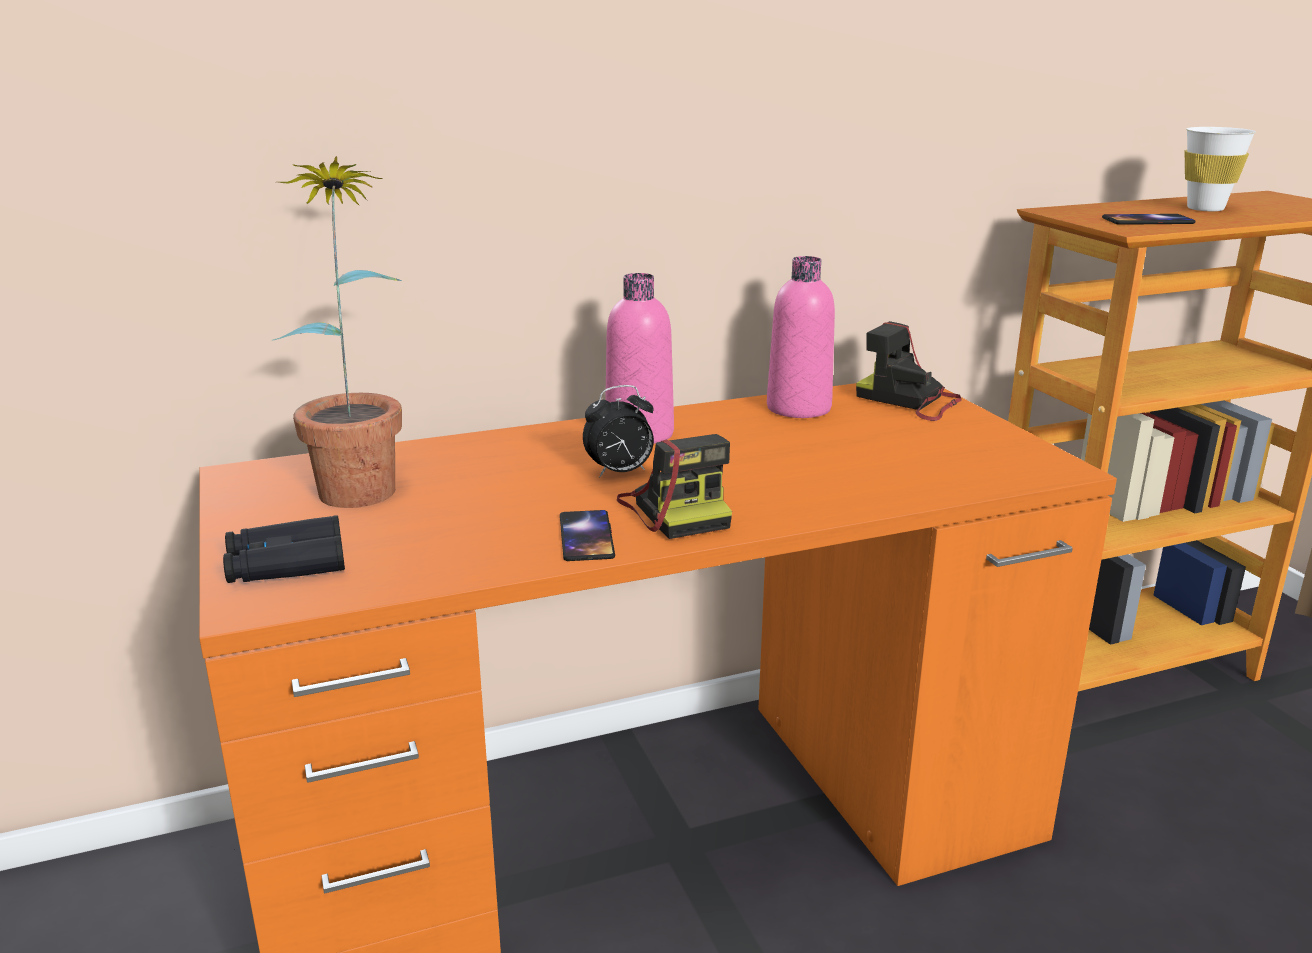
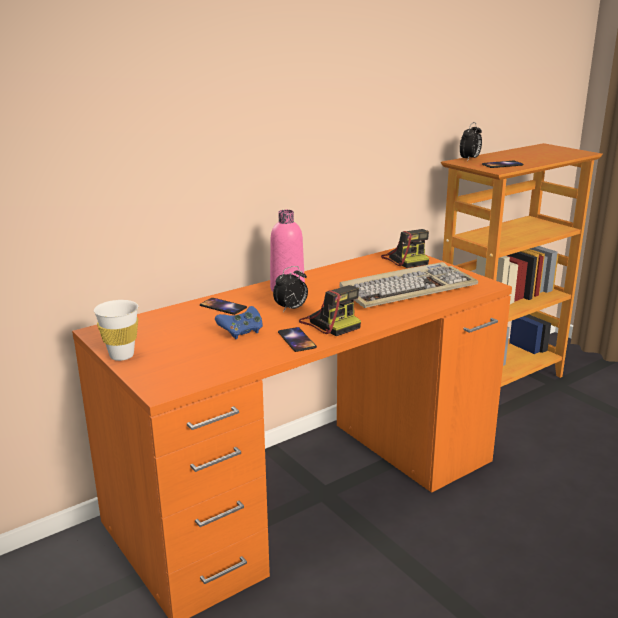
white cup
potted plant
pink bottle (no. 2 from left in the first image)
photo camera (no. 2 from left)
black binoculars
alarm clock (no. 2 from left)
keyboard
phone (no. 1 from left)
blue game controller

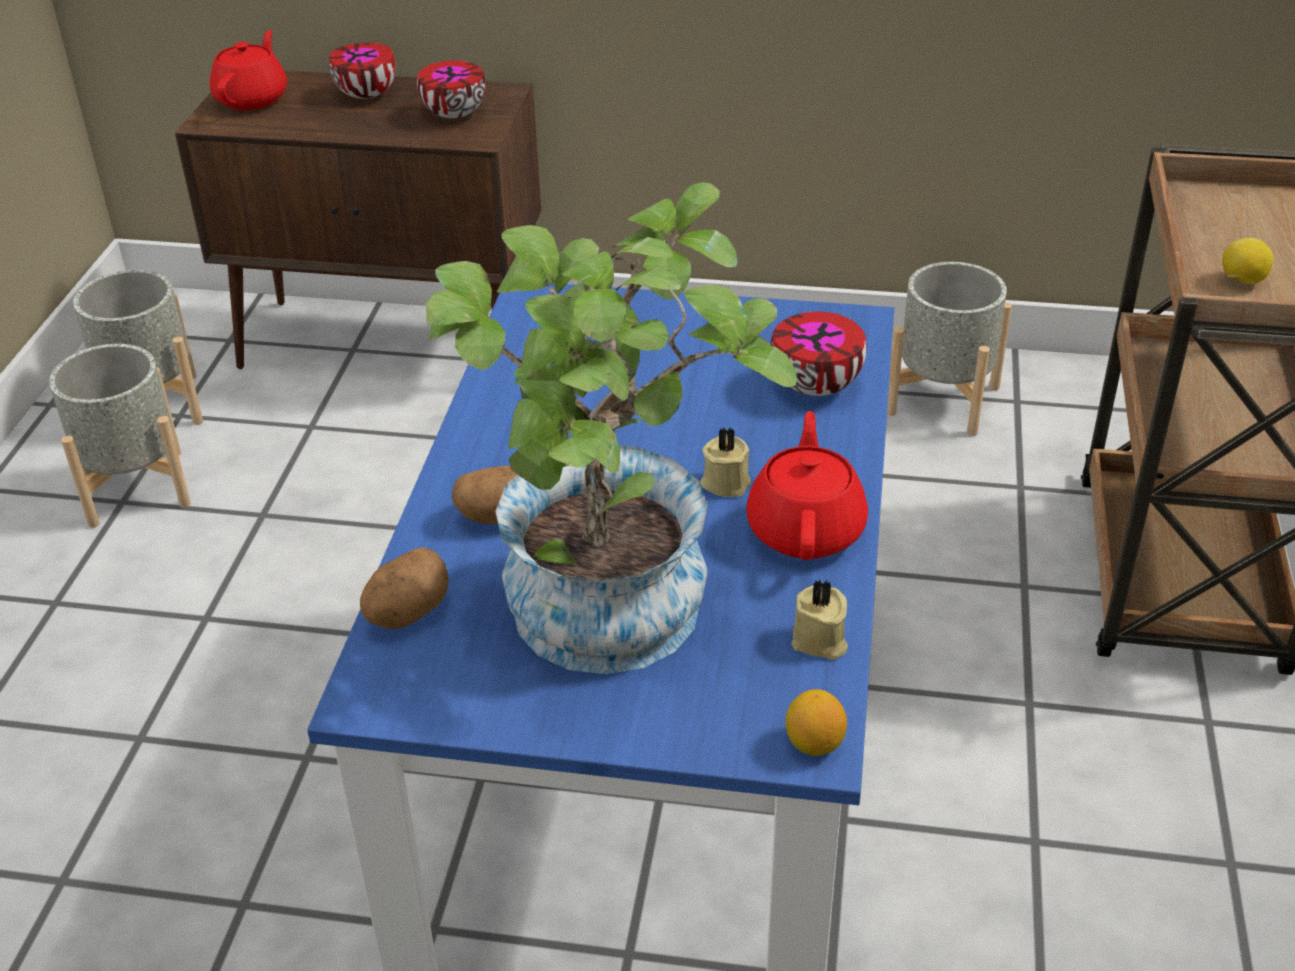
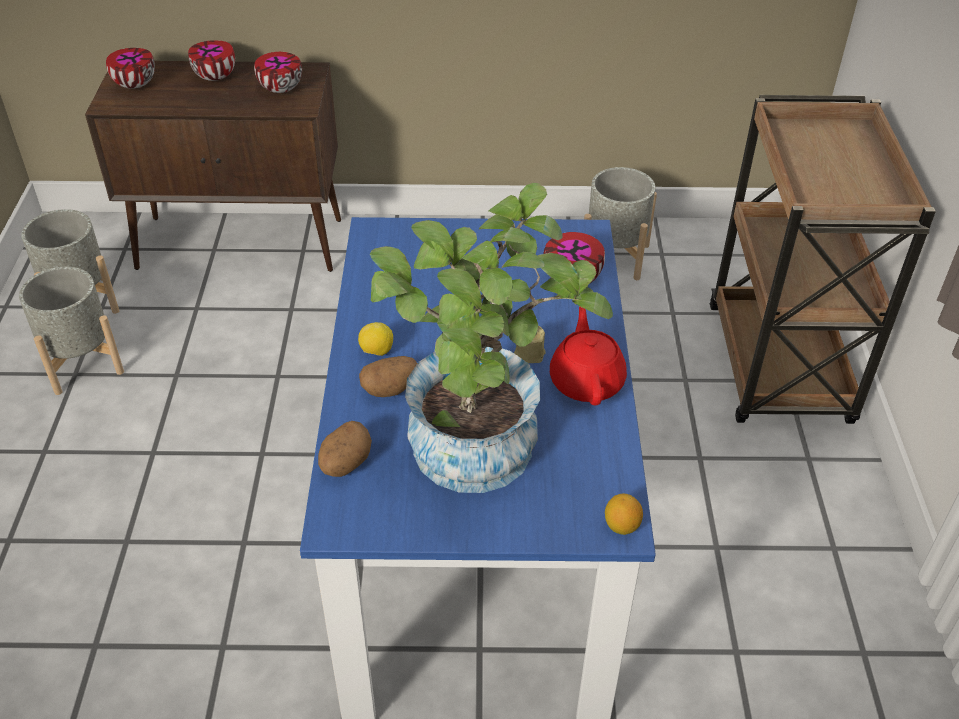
bowl (no. 1 from left)
lemon (no. 1 from left)
beige candle (no. 2 from left in the first image)

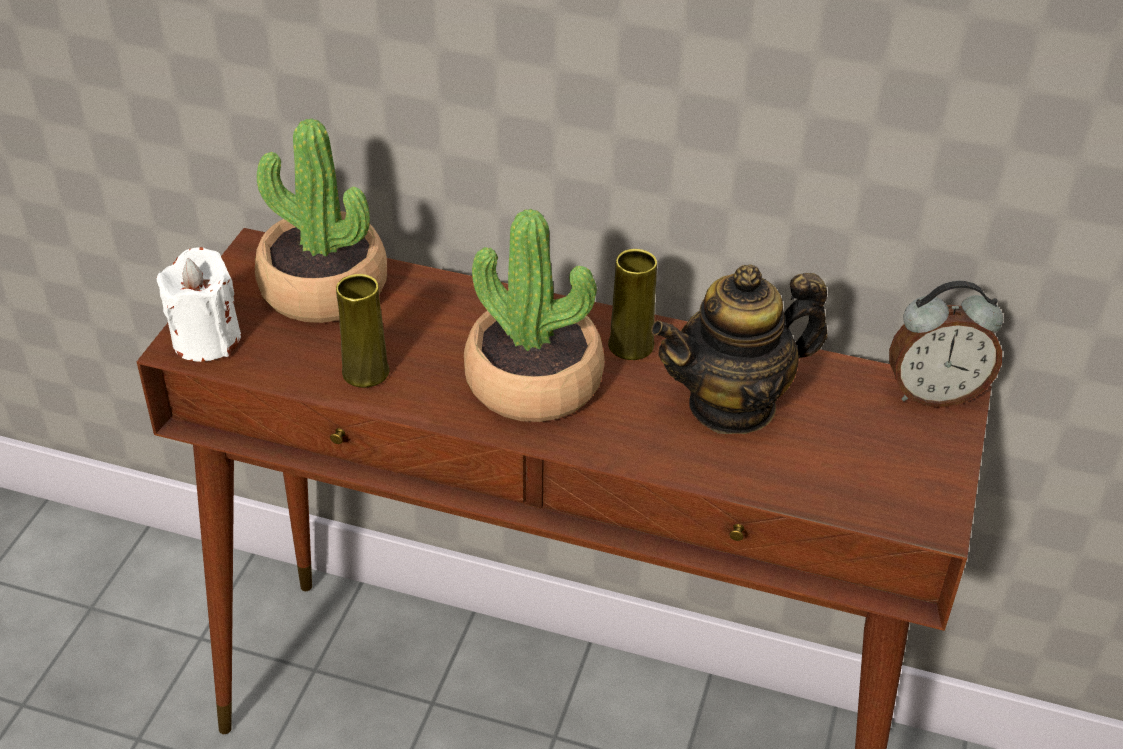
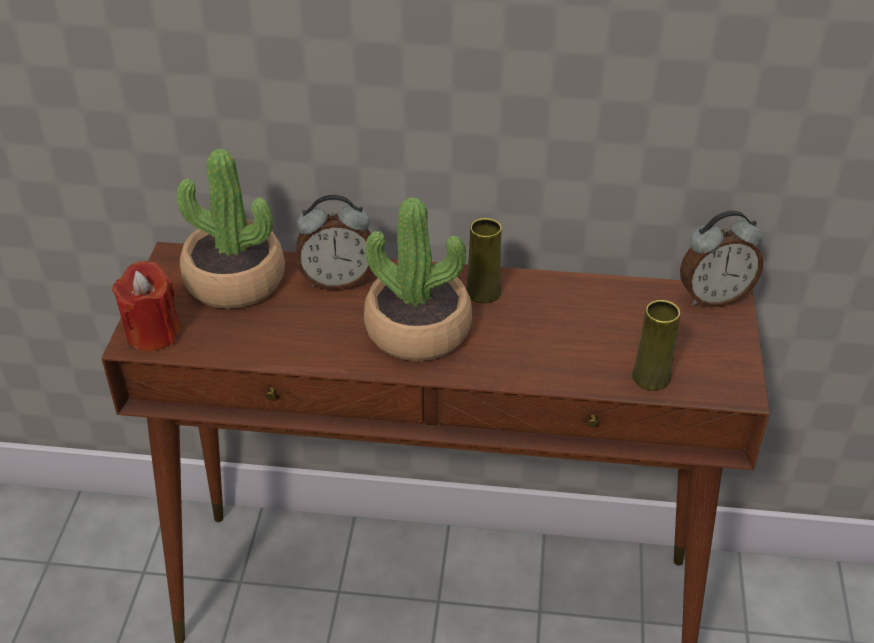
red candle
teapot
yellow vase (no. 2 from left)
alarm clock (no. 1 from left)

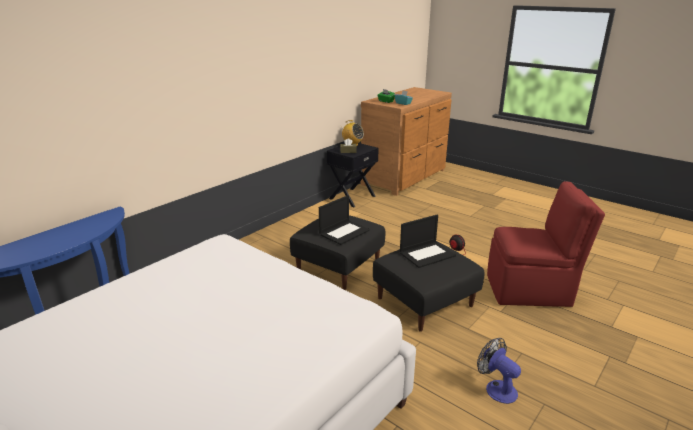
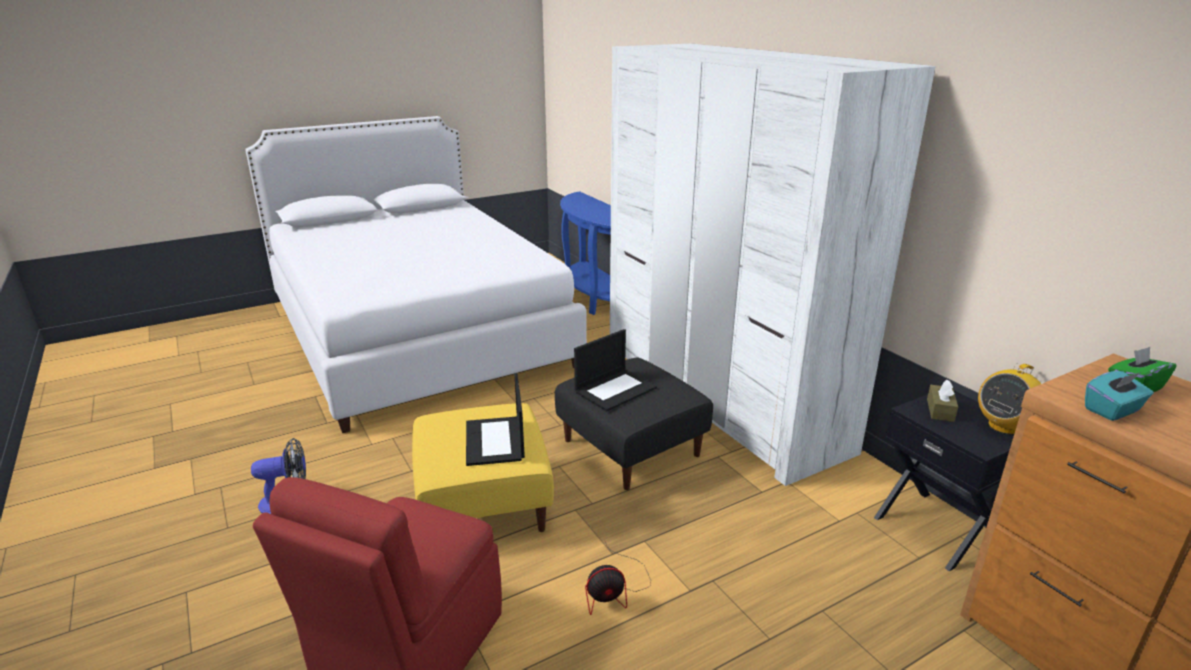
laptop (no. 2 from left)
yellow ottoman
white wardrobe

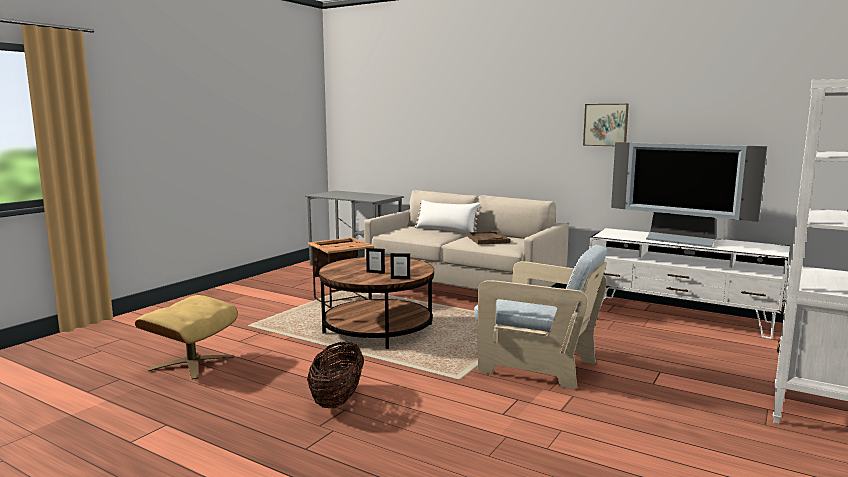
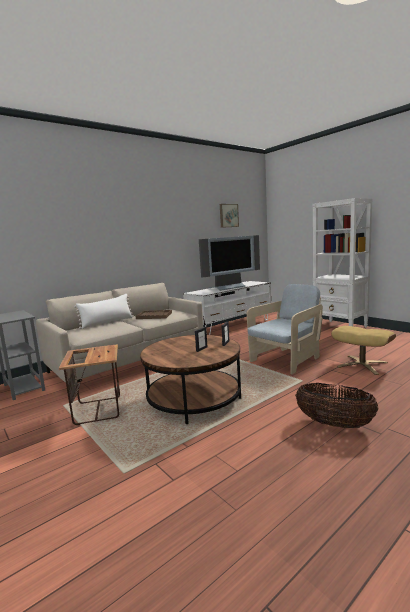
picture
beige ottoman

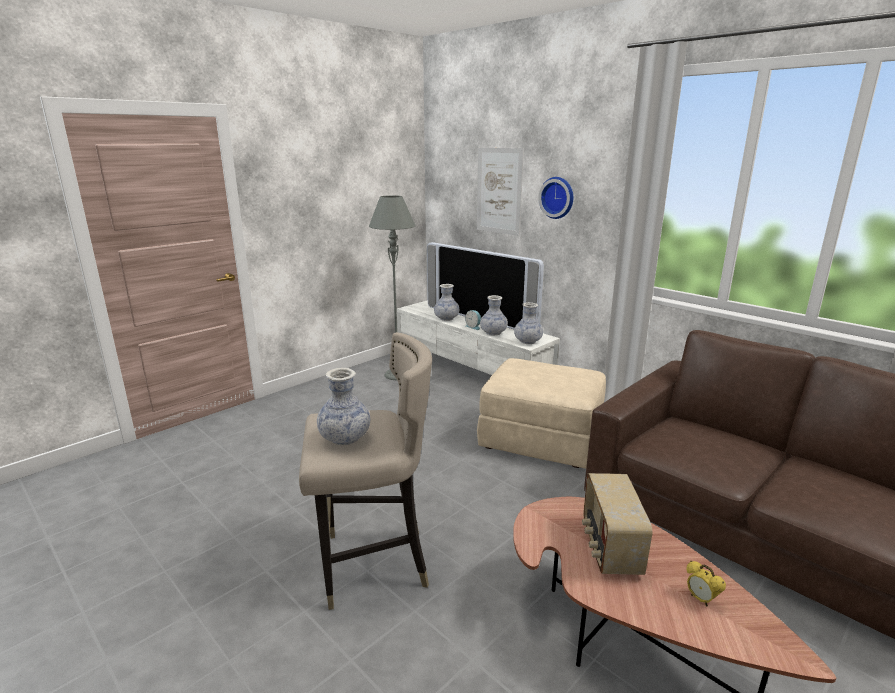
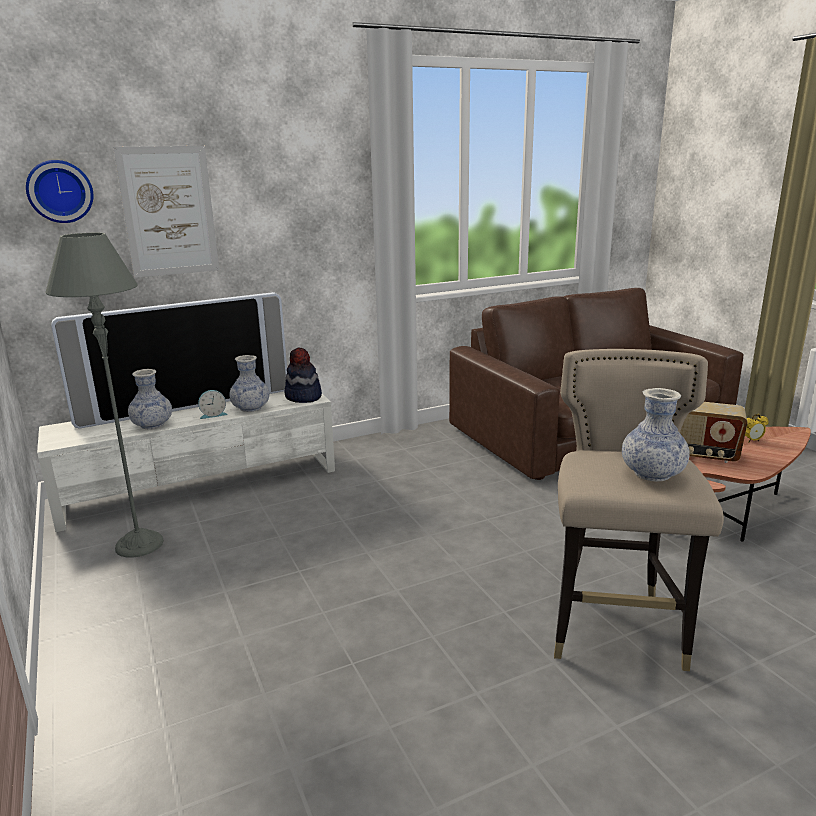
wall clock
hat
beige ottoman

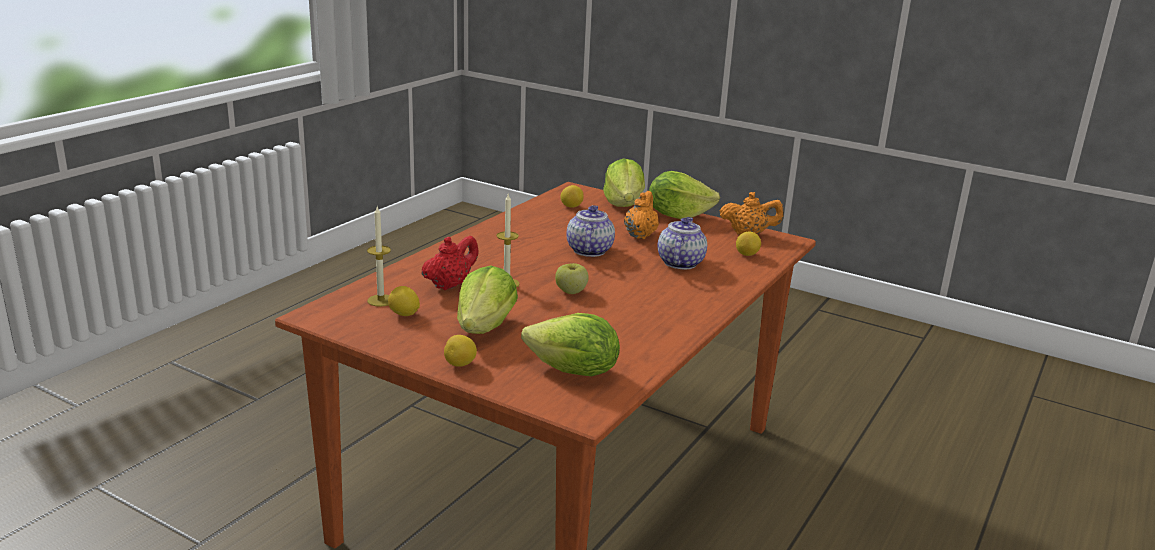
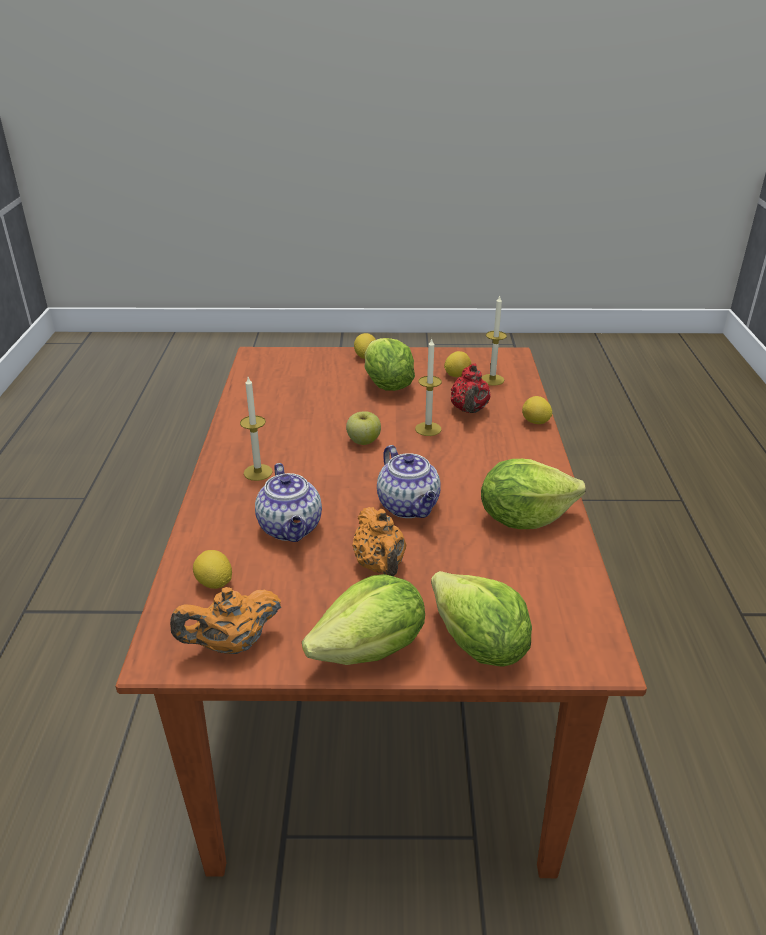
lemon (no. 4 from left)
lettuce (no. 4 from left)
candle (no. 1 from left)

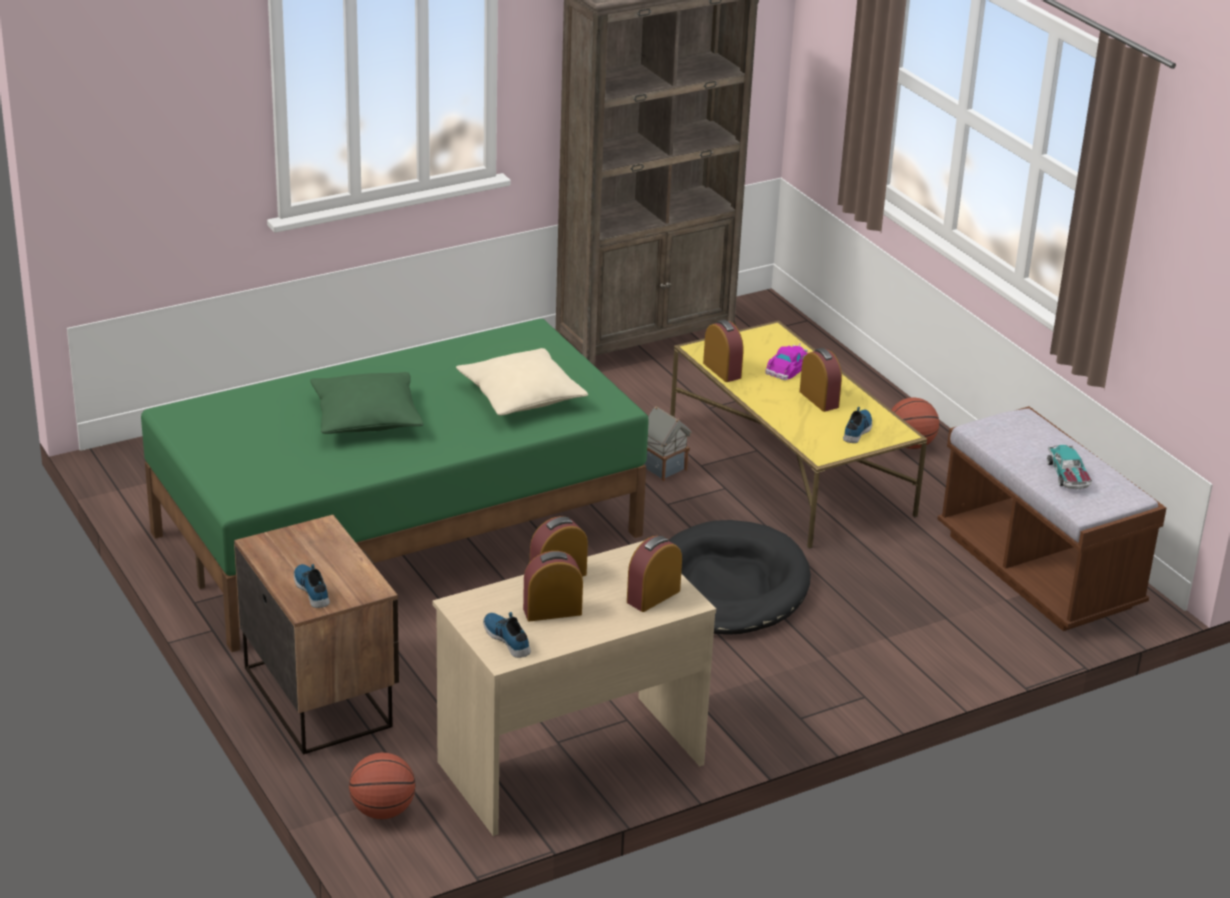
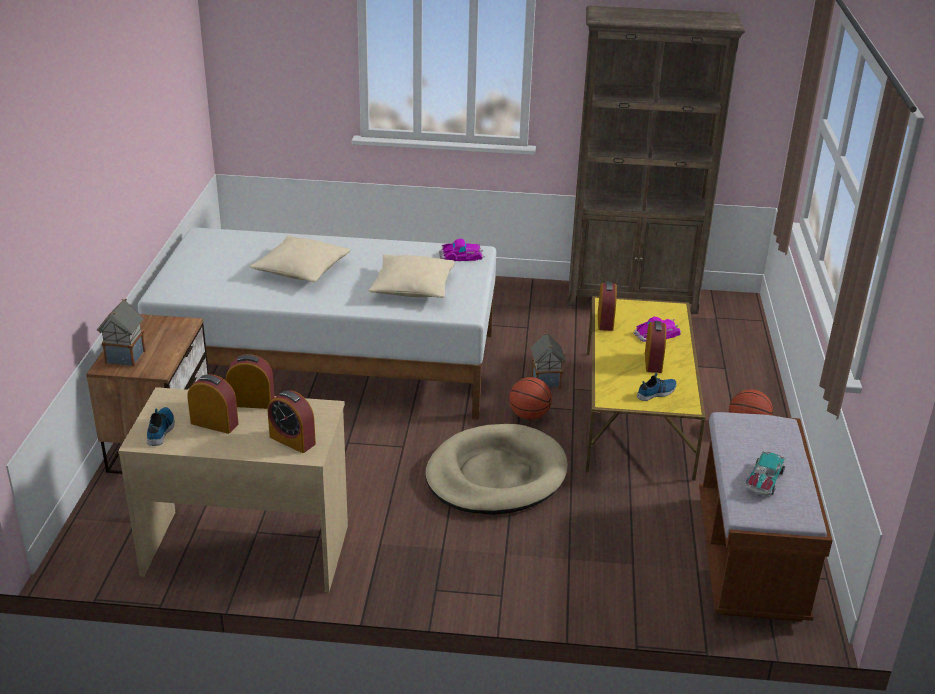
white bed
beige pillow (no. 1 from left)
beige dog bed
alarm clock (no. 3 from left)
toy house (no. 1 from left)
basketball (no. 1 from left)
toy car (no. 1 from left)

